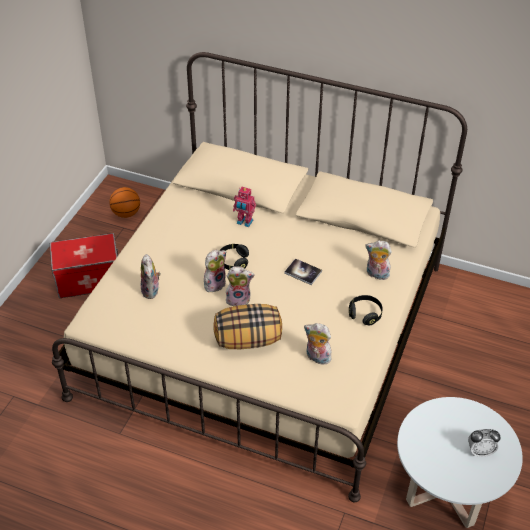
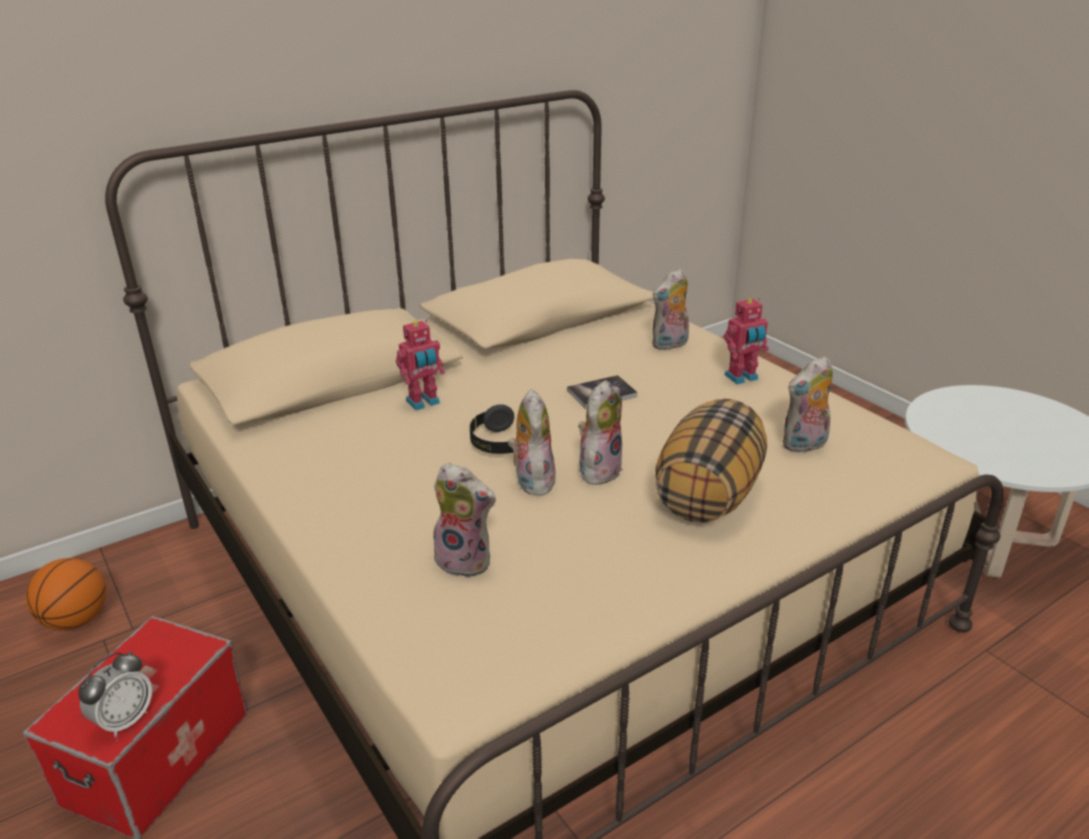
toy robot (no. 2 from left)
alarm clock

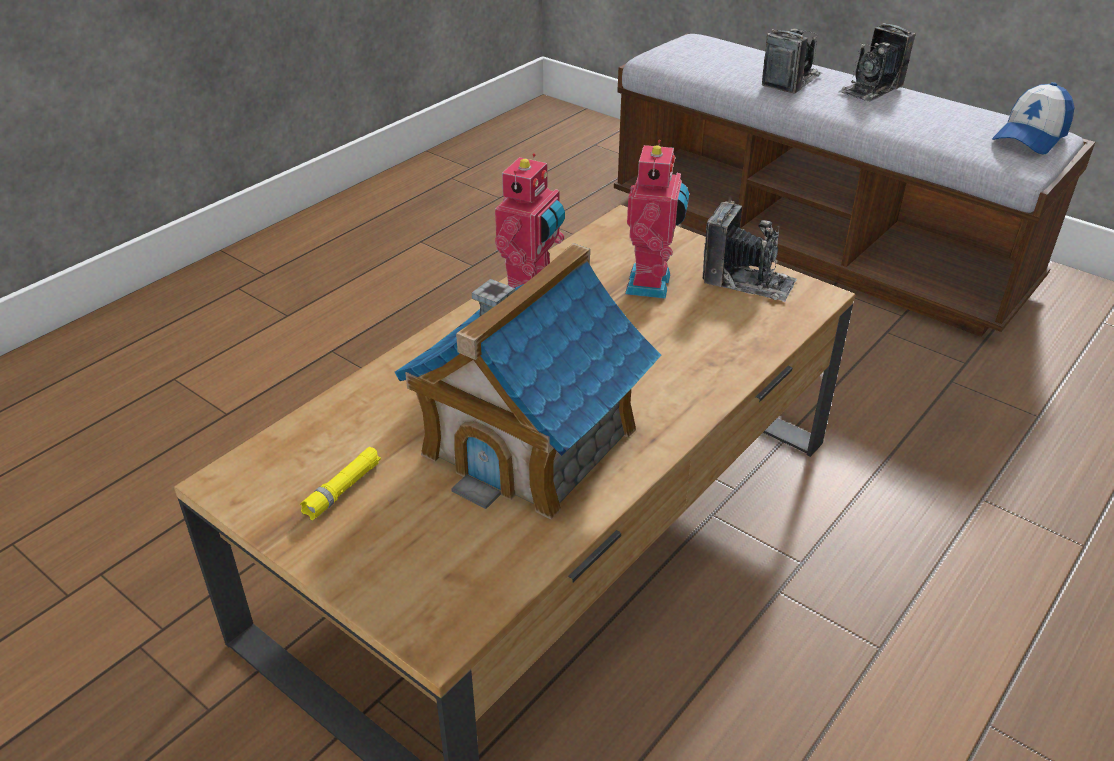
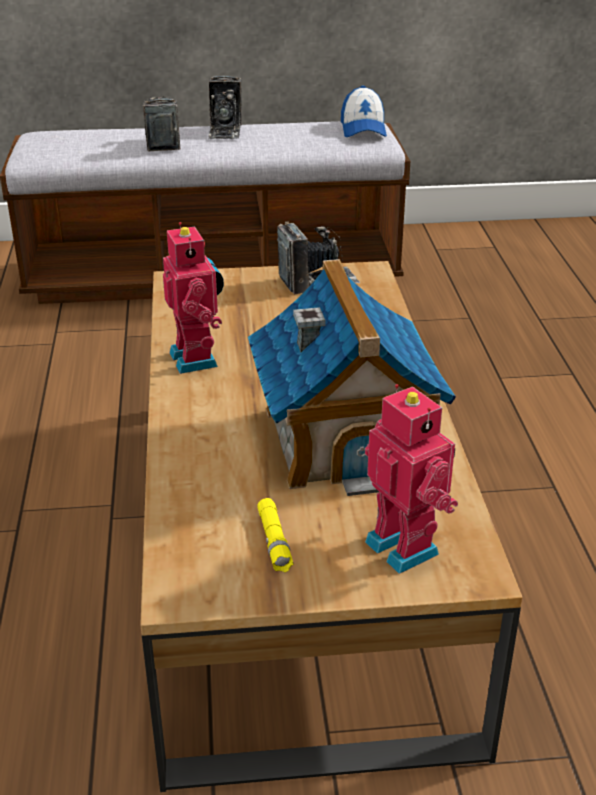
toy robot (no. 2 from left)

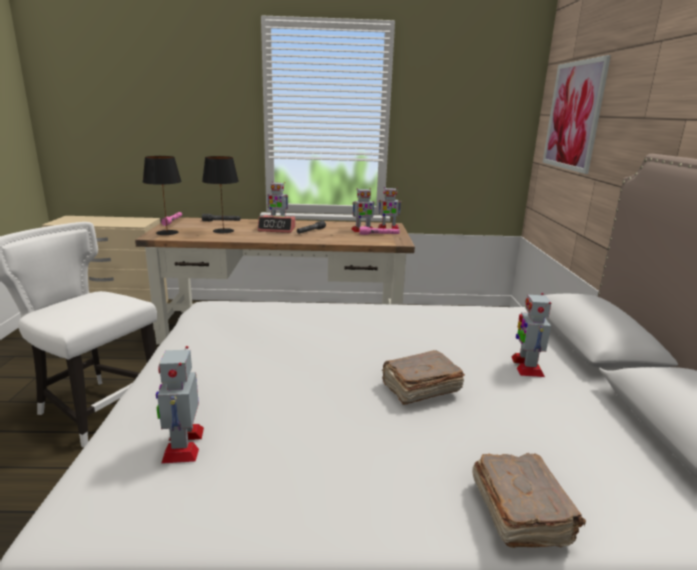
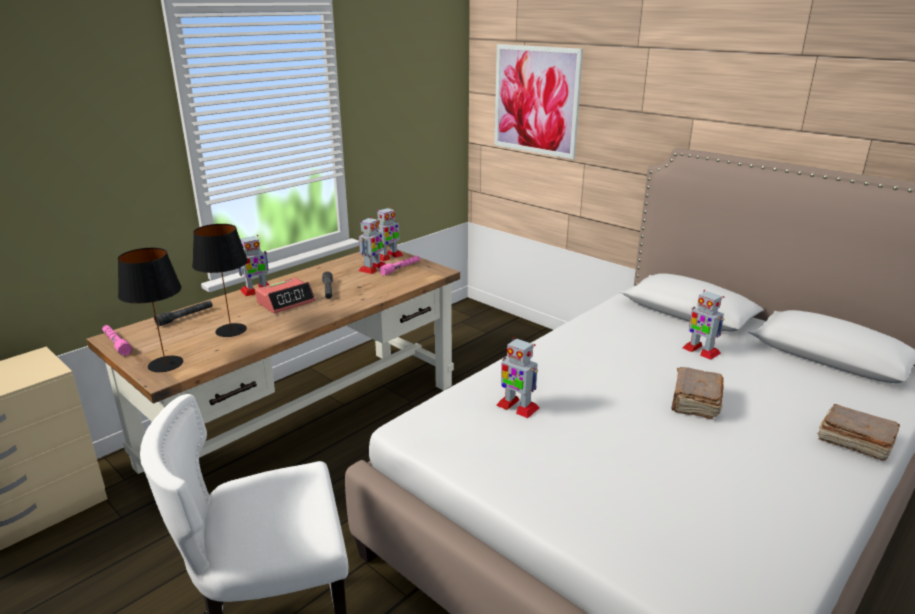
toy robot (no. 4 from left)

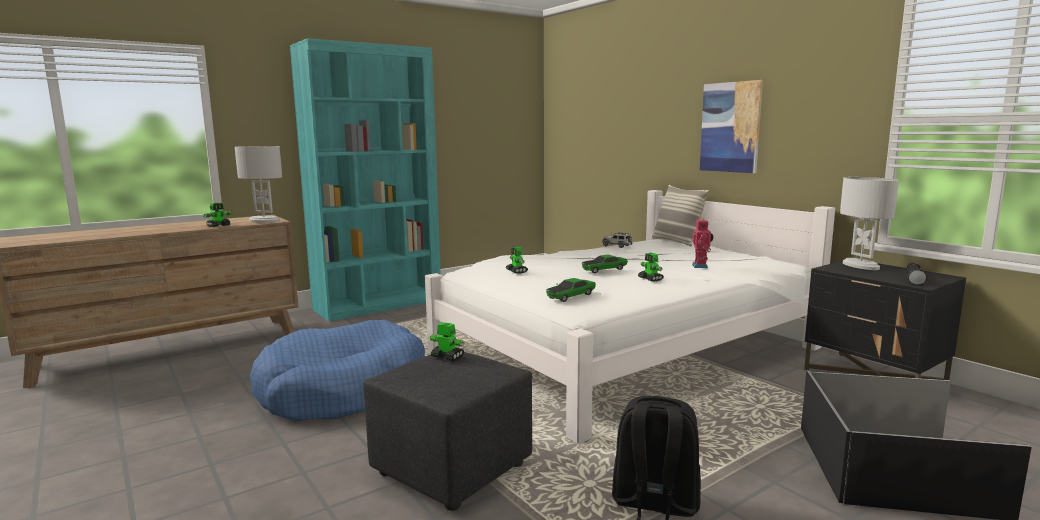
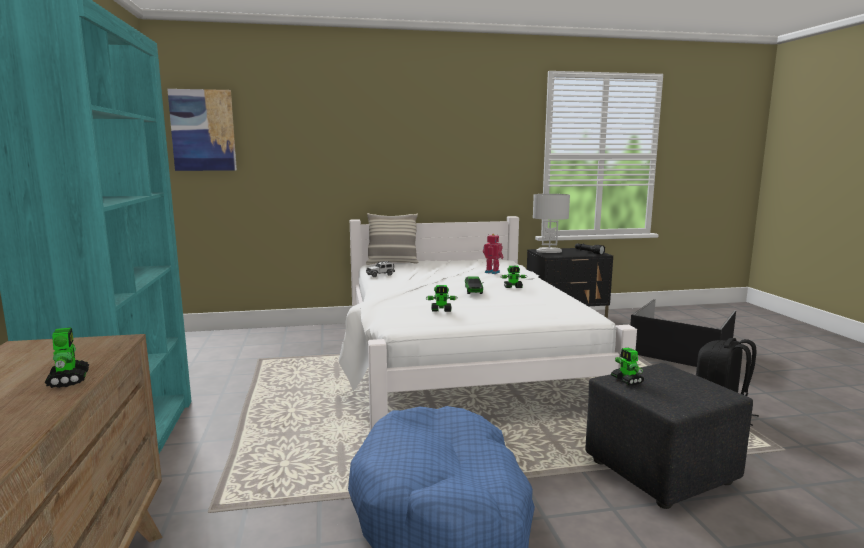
picture
white table lamp (no. 1 from left in the first image)
toy car (no. 1 from left in the first image)
toy robot (no. 5 from left)

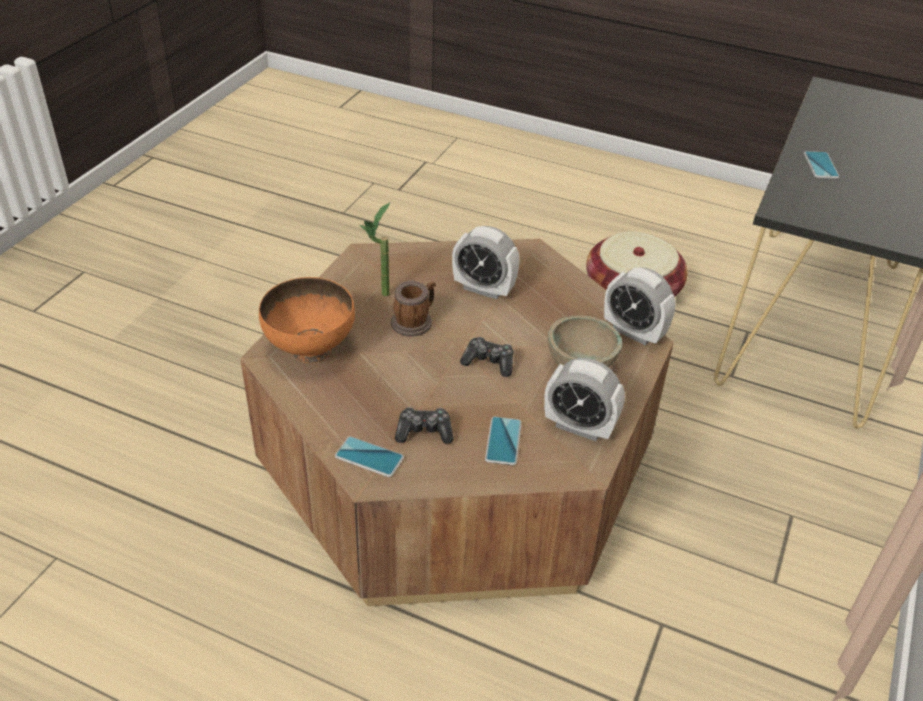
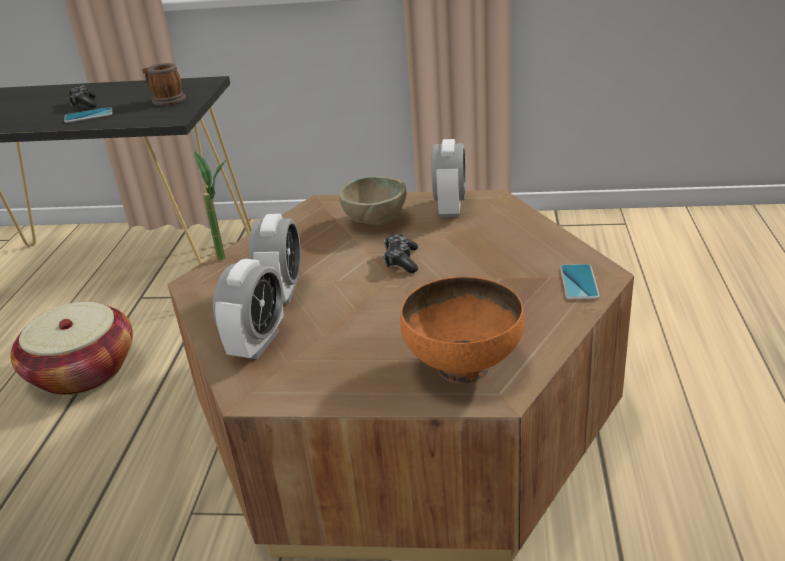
potted plant
alarm clock (no. 1 from left)
mug
game controller (no. 1 from left)
phone (no. 2 from left in the first image)

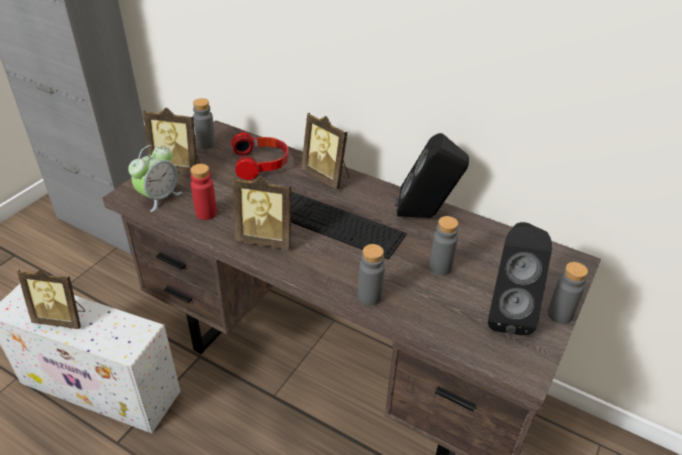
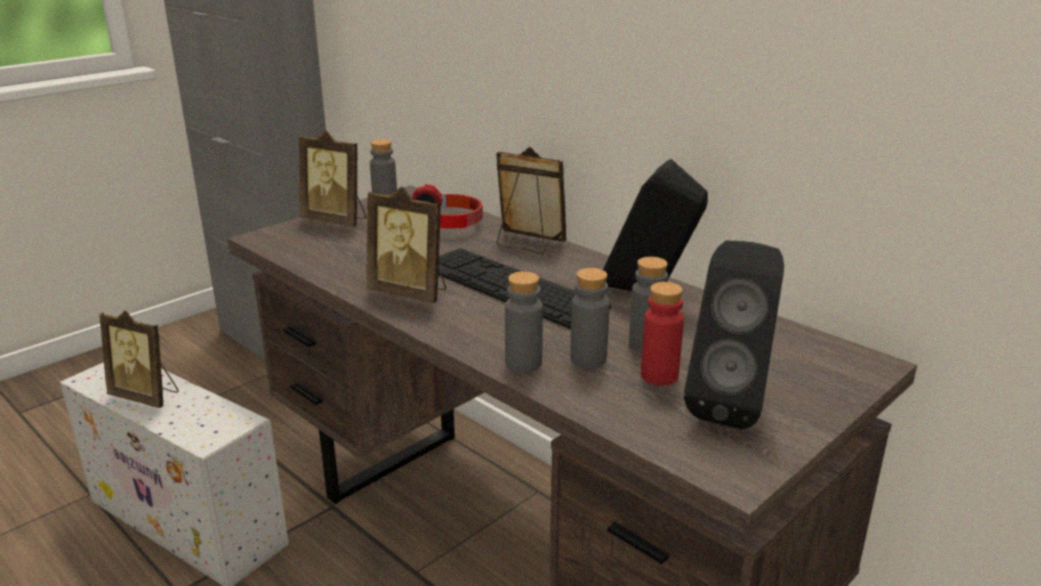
picture frame (no. 4 from left)
alarm clock
red bottle
grey bottle (no. 3 from left)

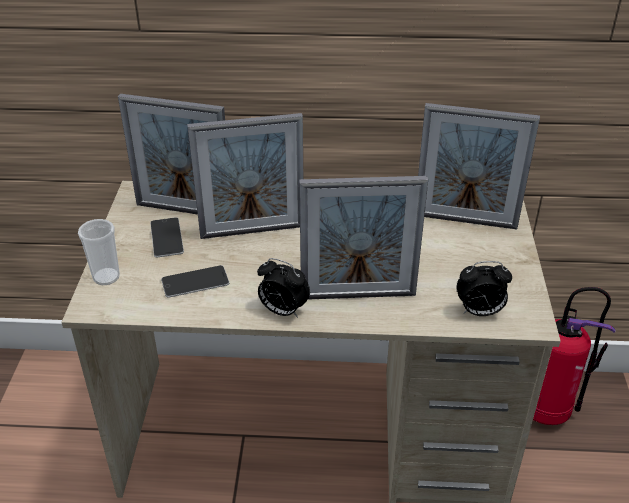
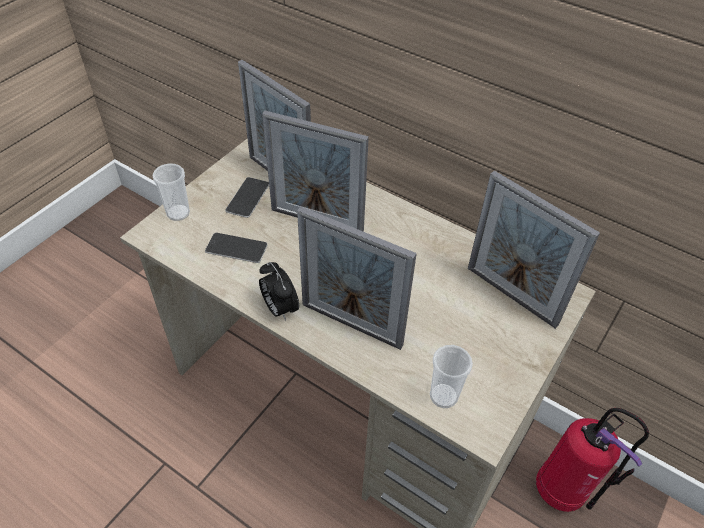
cup (no. 2 from left)

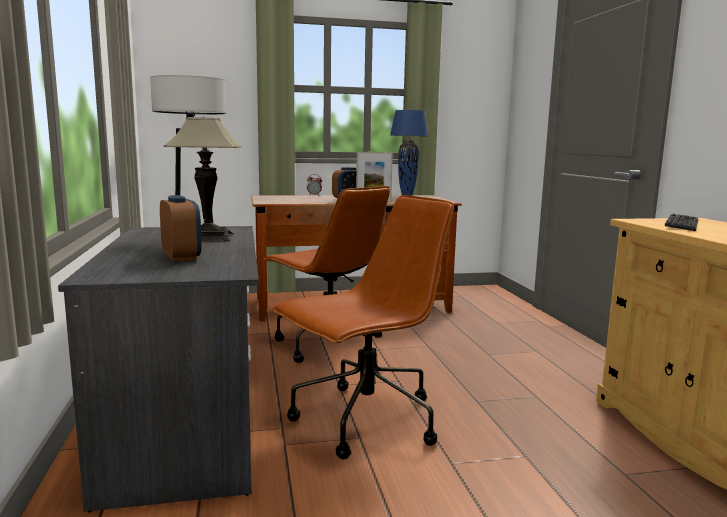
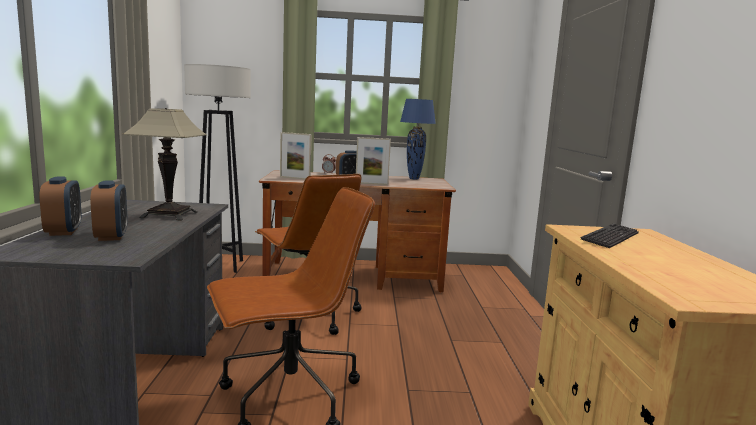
picture frame (no. 1 from left)
alarm clock (no. 1 from left)

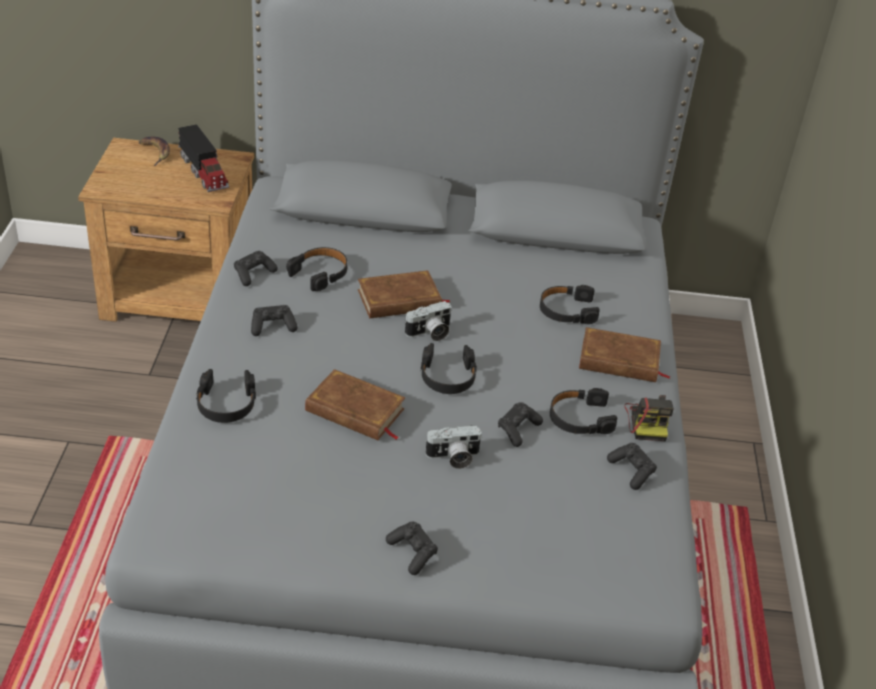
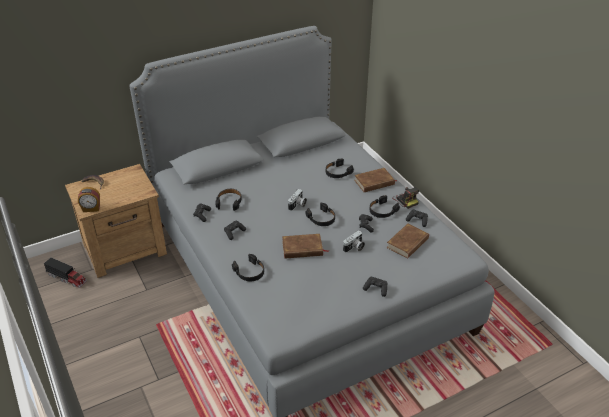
toy truck
brown book (no. 3 from left)
alarm clock

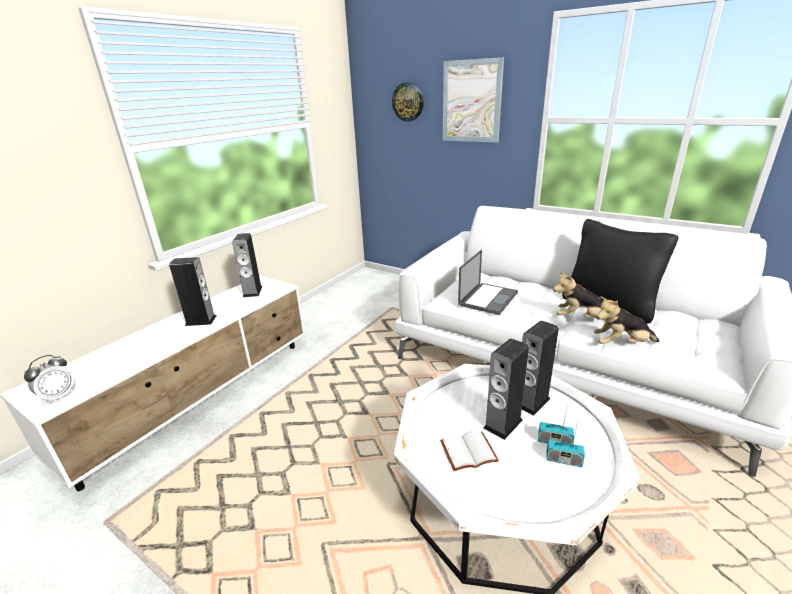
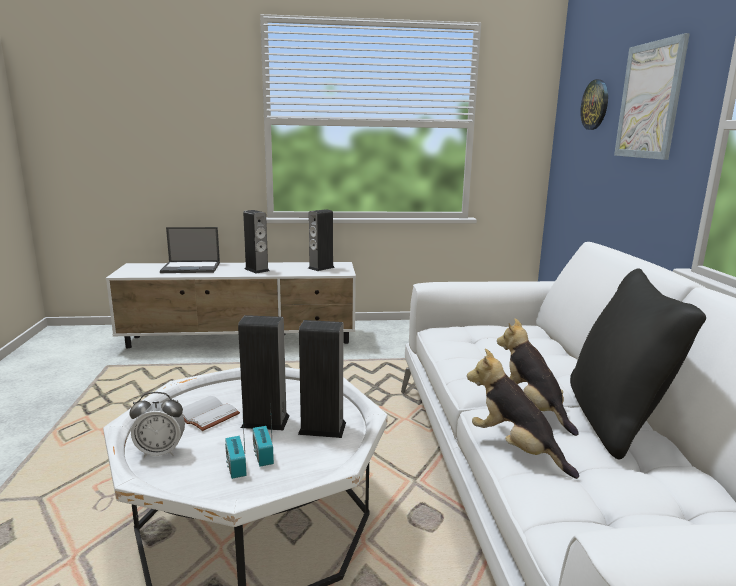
laptop
alarm clock

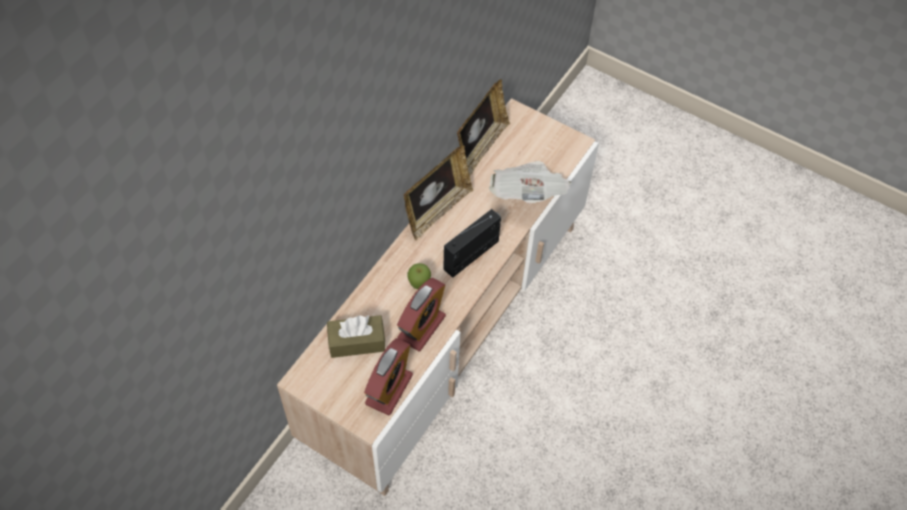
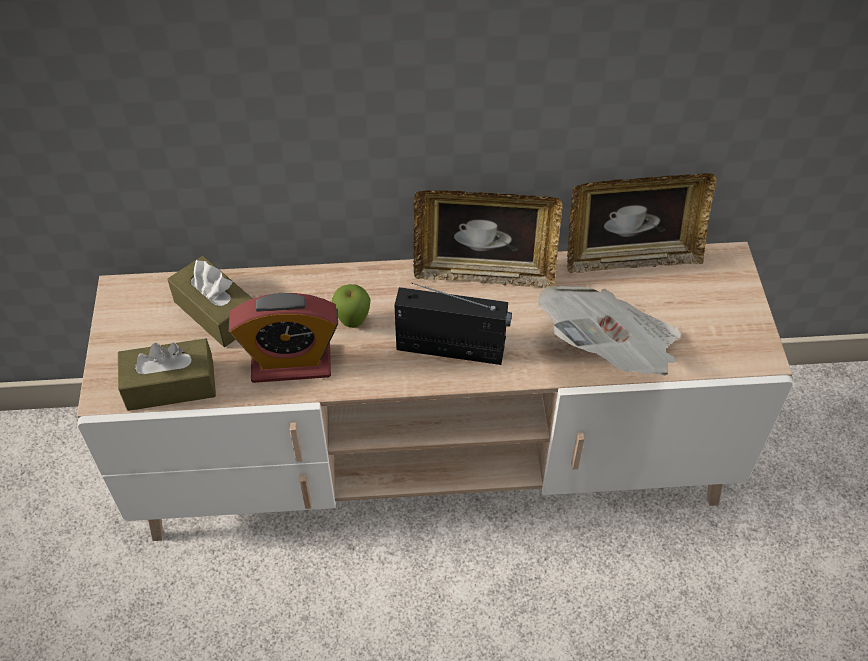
brown tissue box (no. 1 from left)

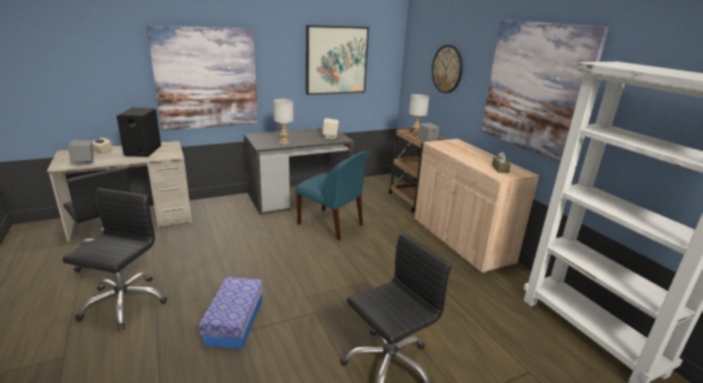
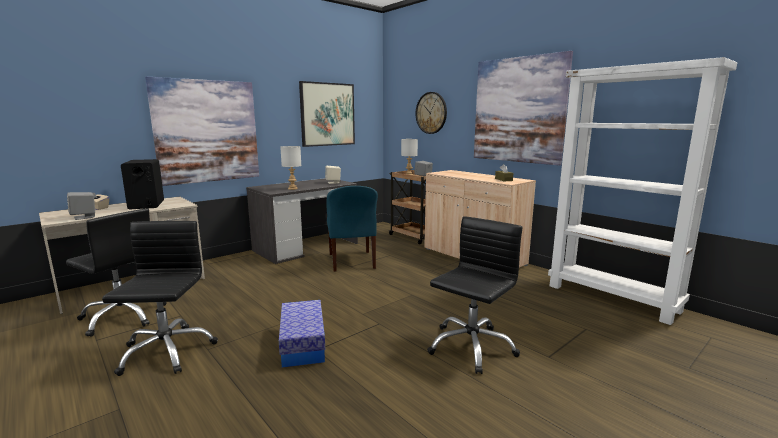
blue chair

